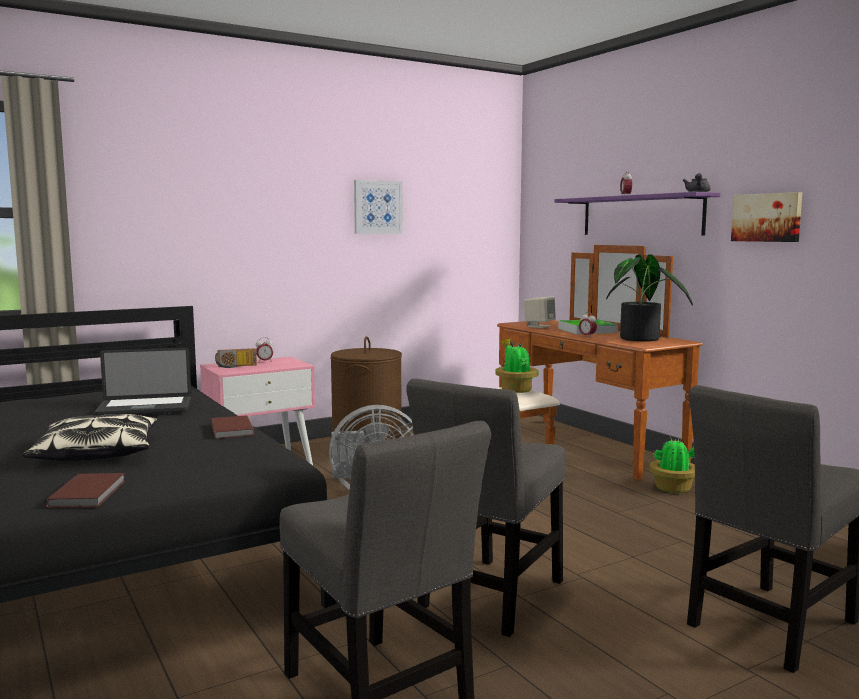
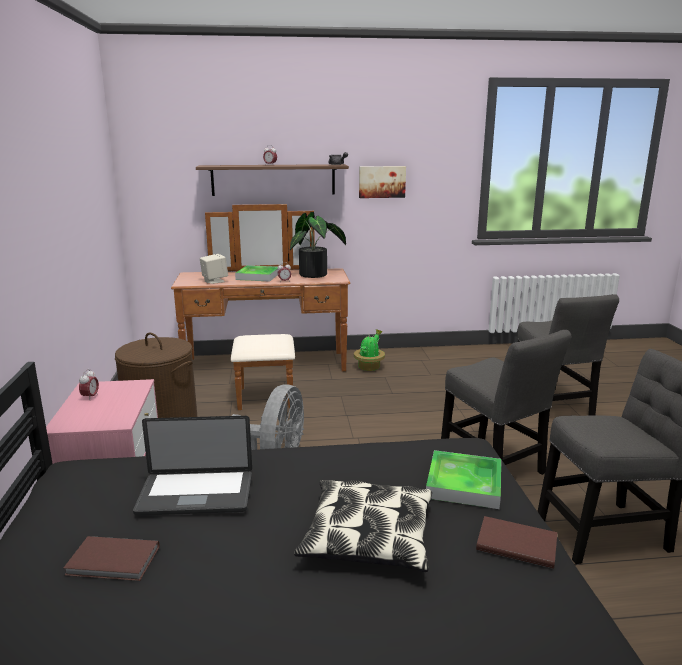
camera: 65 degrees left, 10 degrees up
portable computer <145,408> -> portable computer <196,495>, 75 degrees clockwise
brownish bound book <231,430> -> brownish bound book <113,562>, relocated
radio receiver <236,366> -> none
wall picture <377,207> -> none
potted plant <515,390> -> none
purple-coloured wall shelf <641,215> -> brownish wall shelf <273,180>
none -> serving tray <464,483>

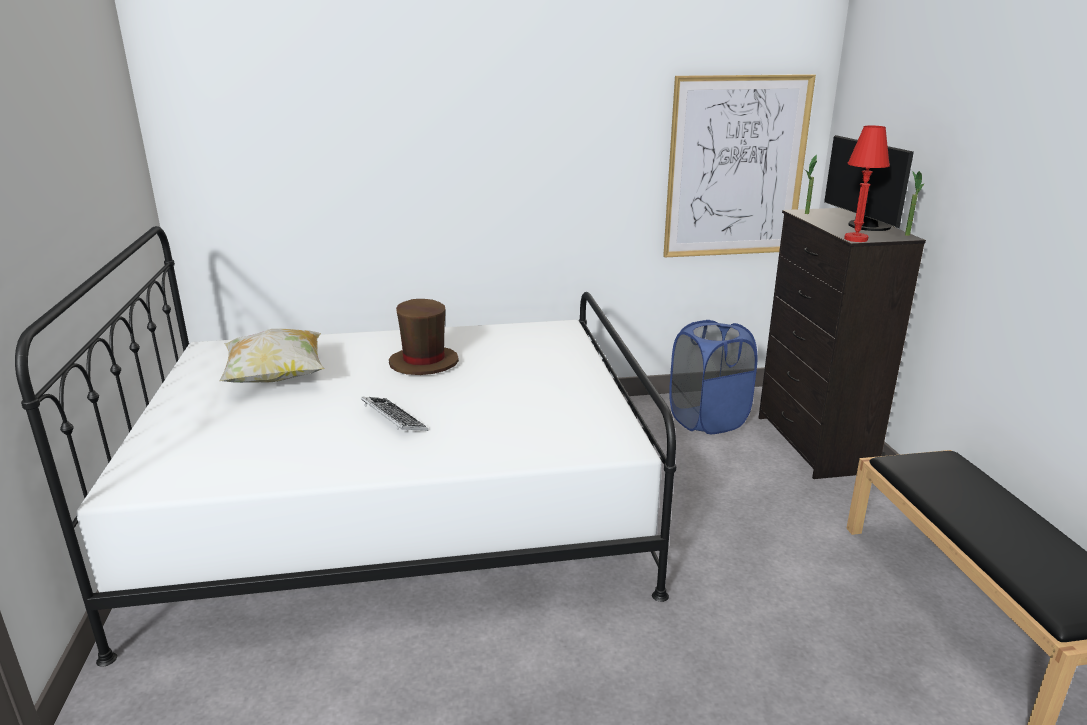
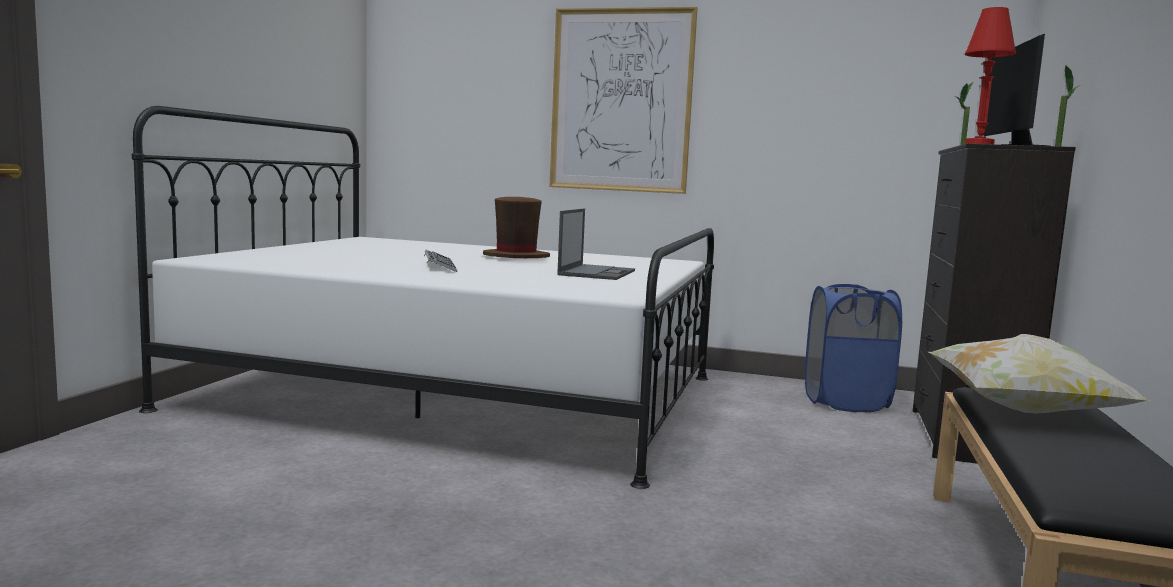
camera: 25 degrees right, 15 degrees down
pillow <276,378> -> pillow <1022,411>, relocated
wall picture <735,168> -> wall picture <621,101>, relocated
none -> portable computer <597,273>

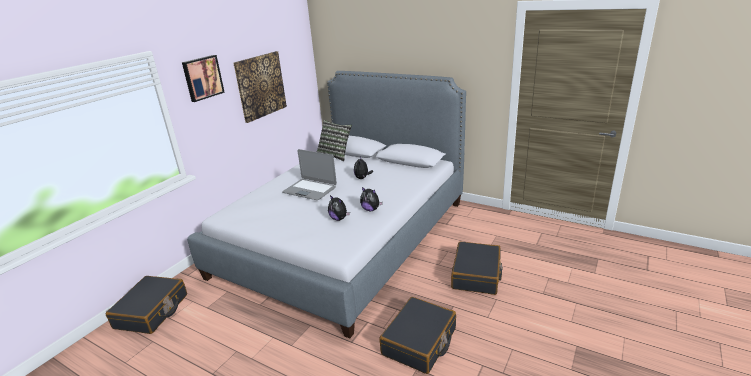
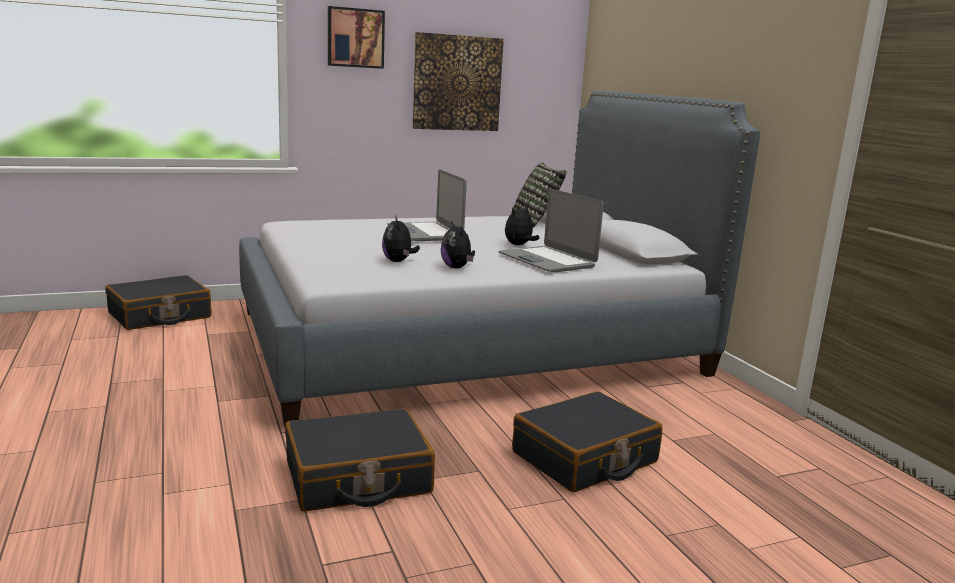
camera: 35 degrees right, 10 degrees down
none -> portable computer <547,260>

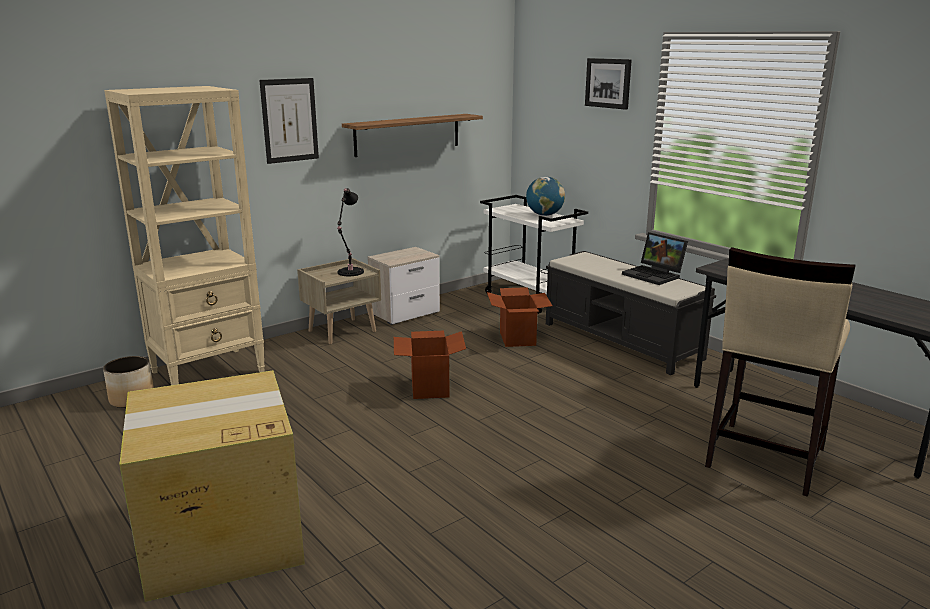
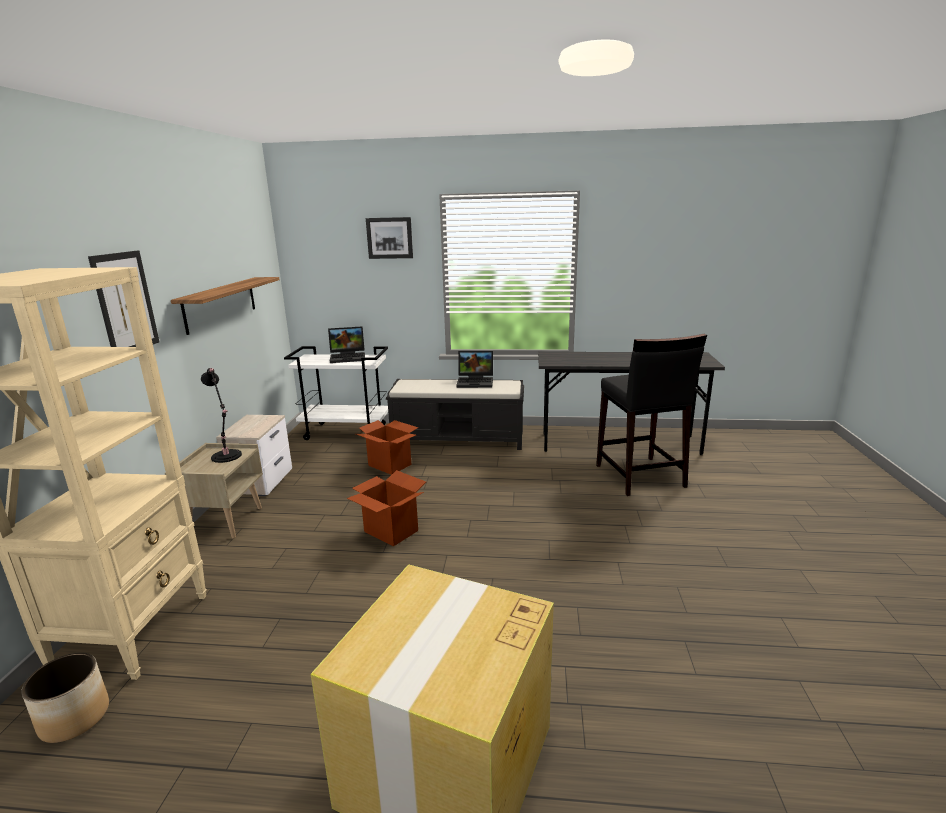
camera: 45 degrees left, 0 degrees up
desk globe <544,215> -> portable computer <349,357>
beige-coloured sitting stool <764,457> -> black sitting stool <639,476>

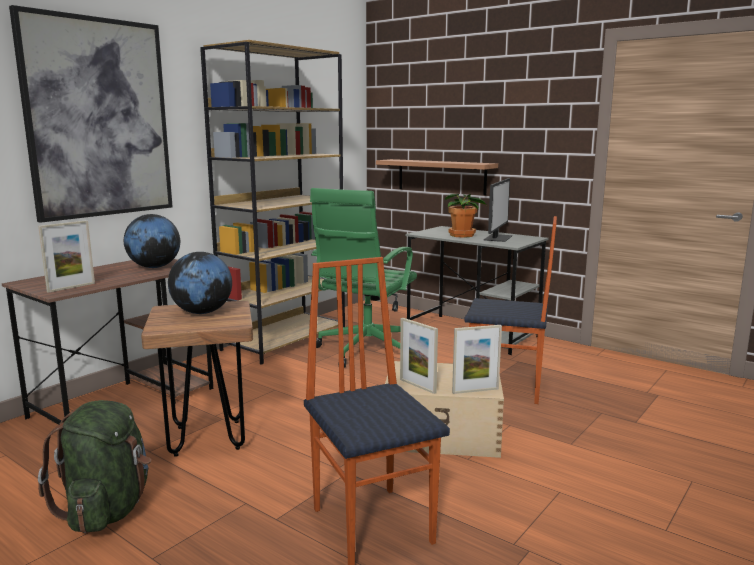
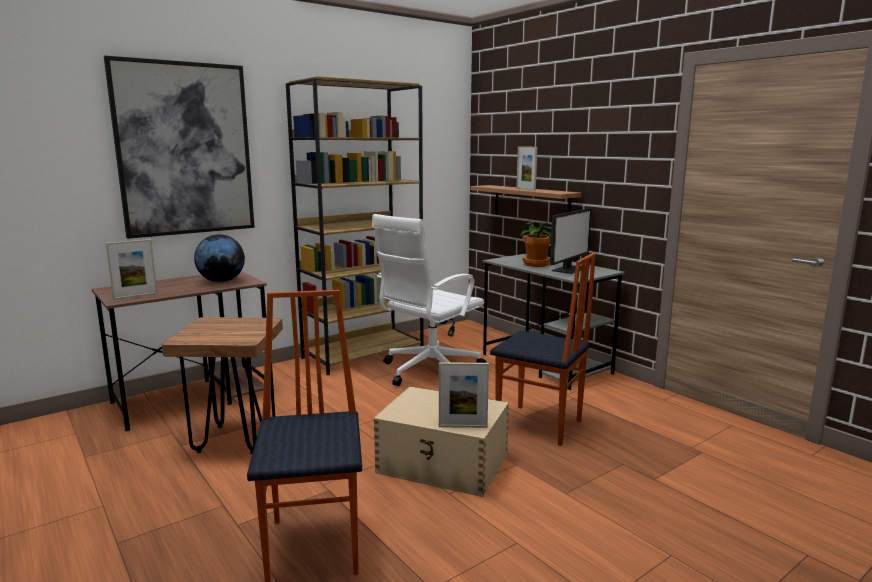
camera: 15 degrees right, 0 degrees up
green rucksack <107,509> -> none
desk globe <202,312> -> none
green office chair <365,351> -> white office chair <429,371>
standing frame <417,386> -> standing frame <525,189>, relocated

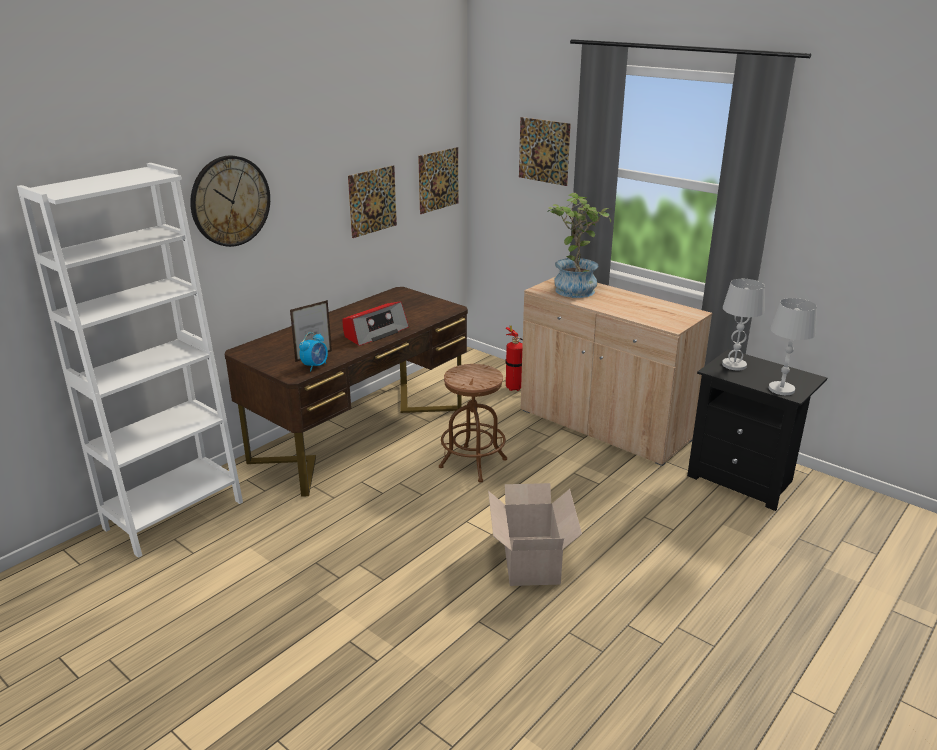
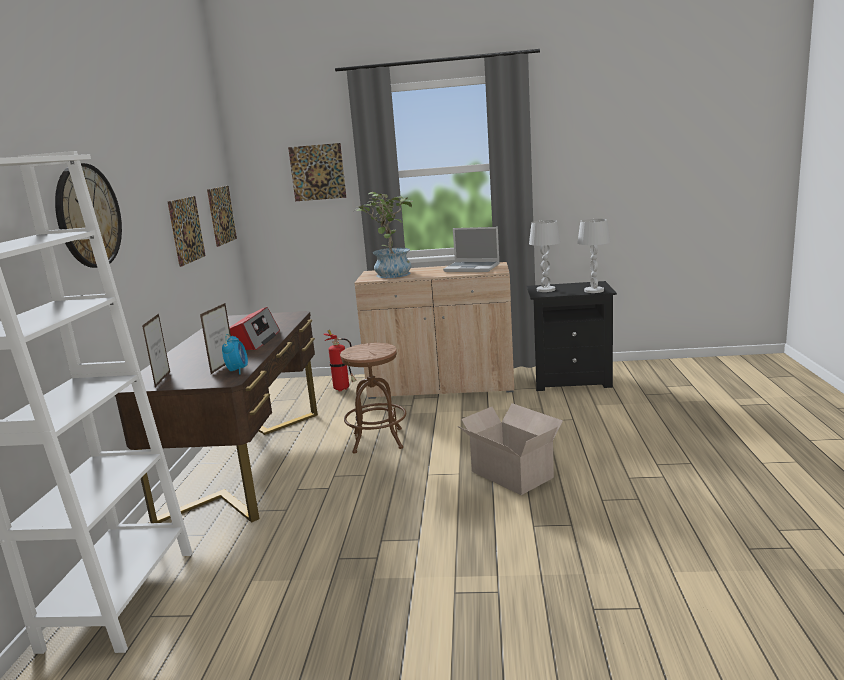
camera: 35 degrees left, 10 degrees down
none -> standing frame <163,379>
none -> portable computer <473,268>

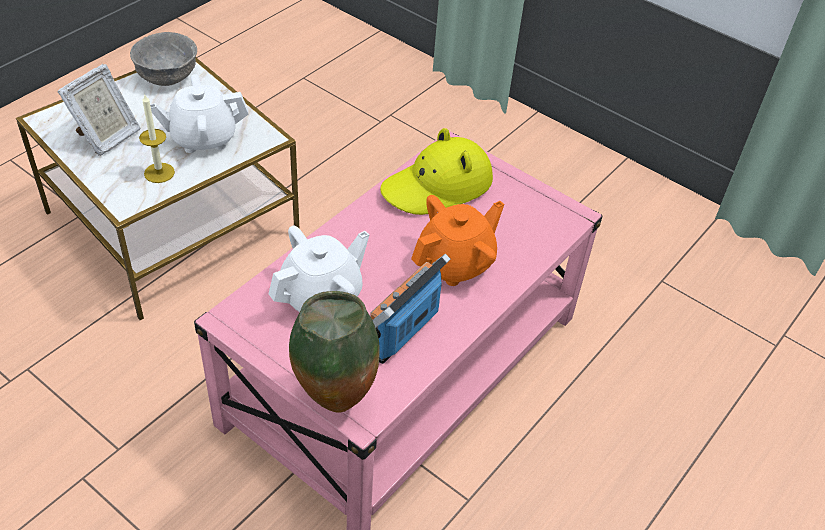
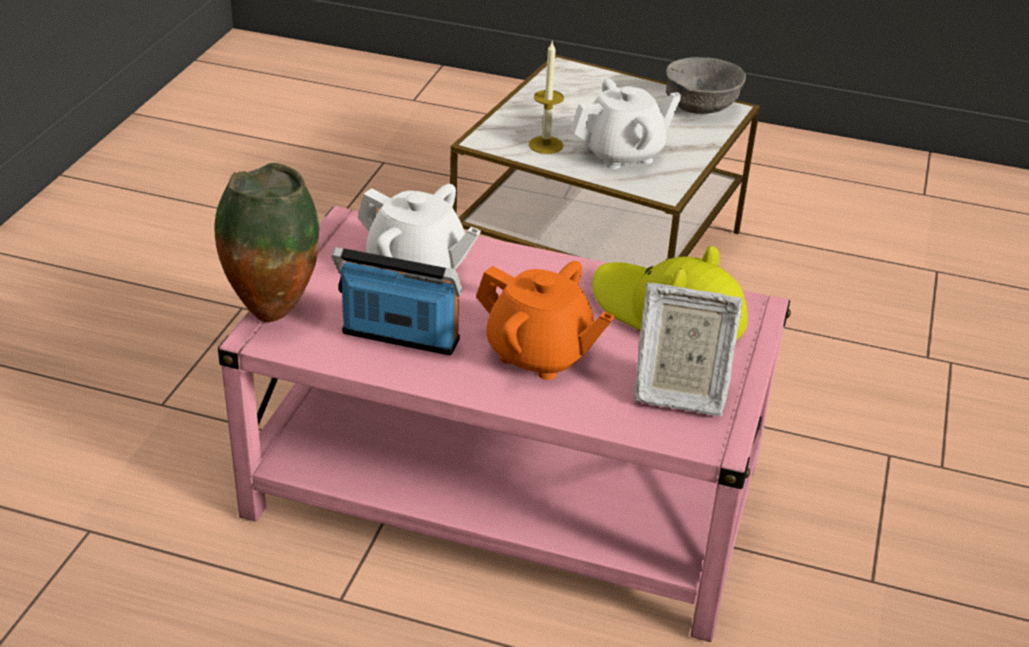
camera: 70 degrees right, 10 degrees down
standing frame <106,137> -> standing frame <678,392>, relocated
white tea pot <203,138> -> white tea pot <623,154>, 105 degrees clockwise

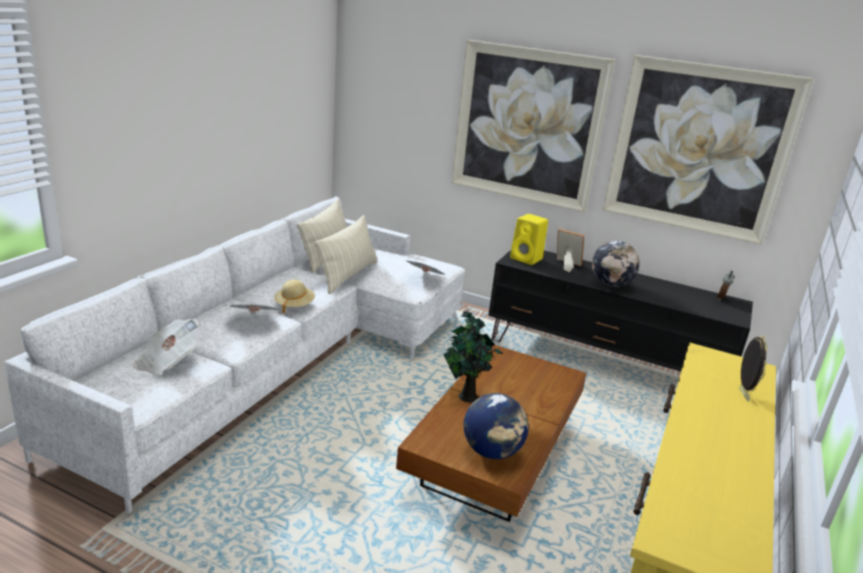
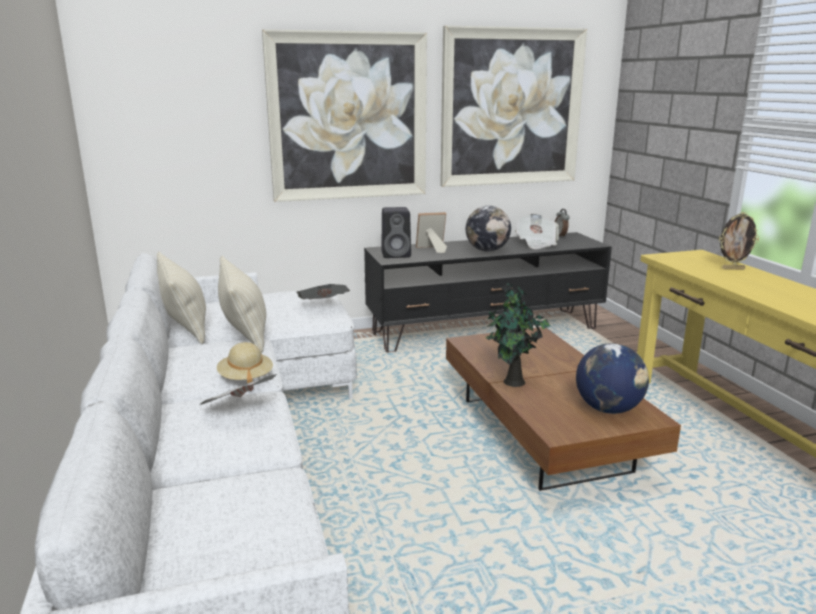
camera: 40 degrees left, 5 degrees down
newspaper <168,361> -> newspaper <536,243>, relocated
yellow-coloured loudspeaker <527,259> -> black loudspeaker <397,254>
standing frame <742,394> -> standing frame <733,269>, 135 degrees clockwise

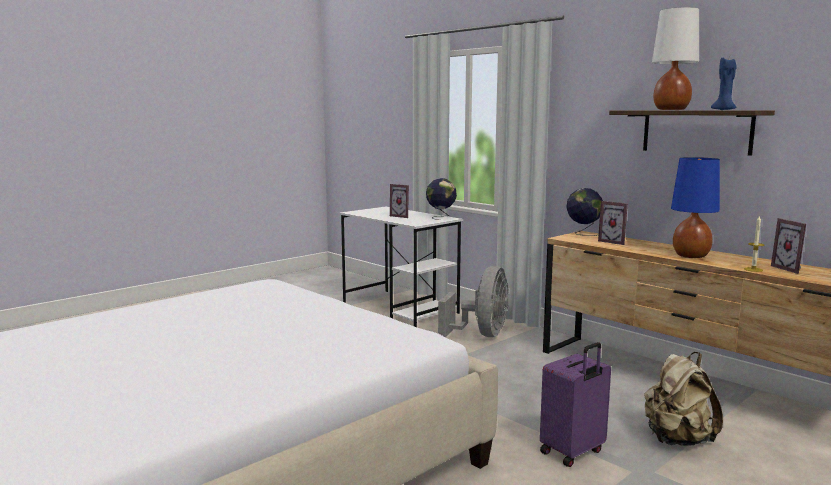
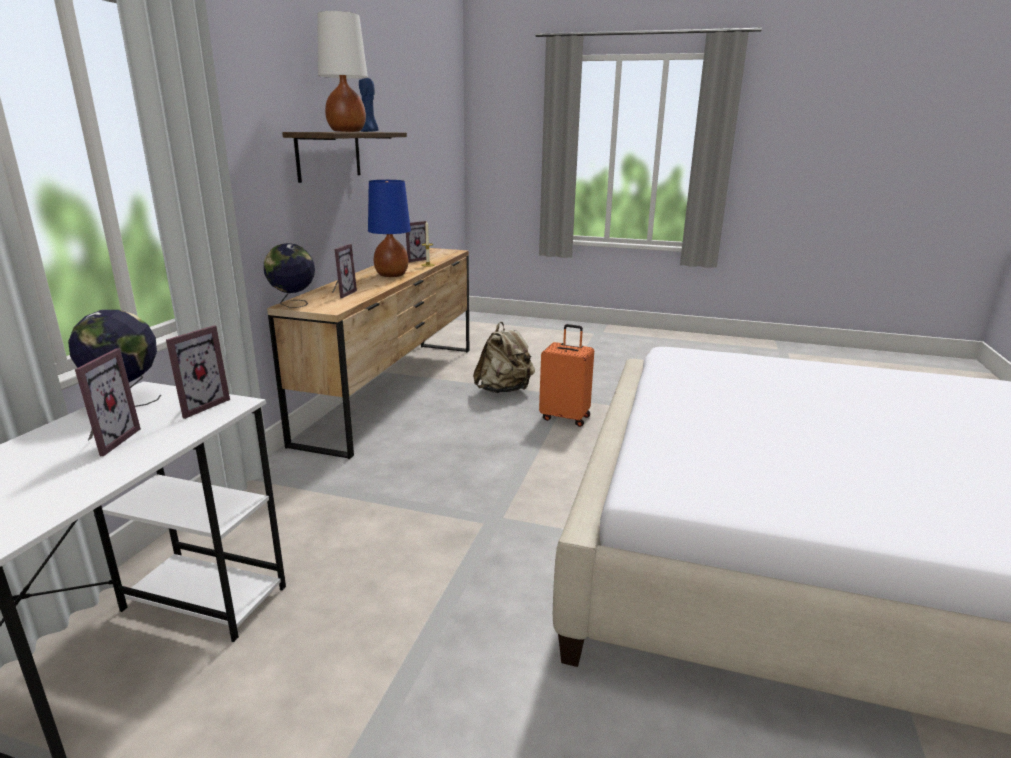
camera: 120 degrees left, 10 degrees up
grey electric fan <481,335> -> none
purple-coloured piece of luggage <573,452> -> orange piece of luggage <565,417>
none -> standing frame <197,406>

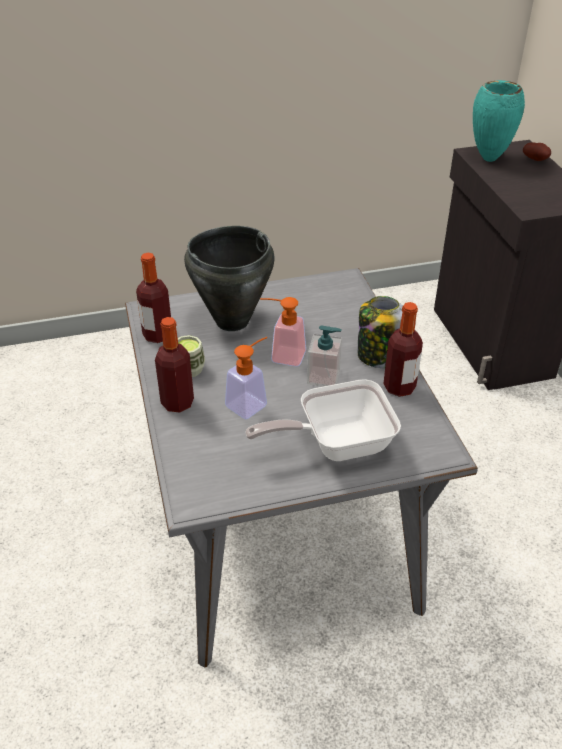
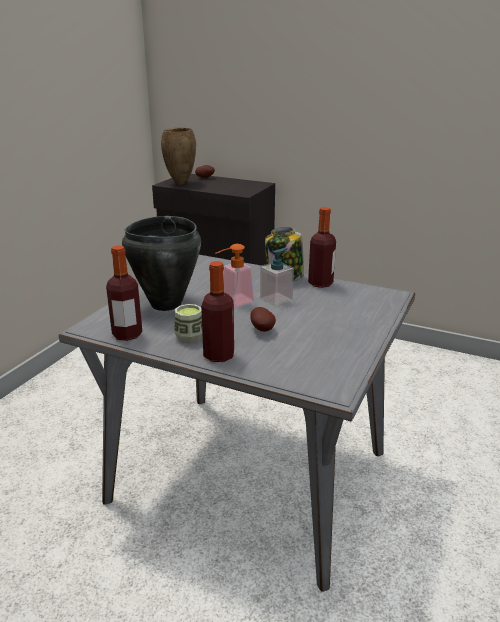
camera: 50 degrees left, 15 degrees down
liquid soap bottle <251,402> -> spud <263,330>
pan <336,444> -> none
turquoise decorative vase <488,159> -> brownish decorative vase <180,183>

